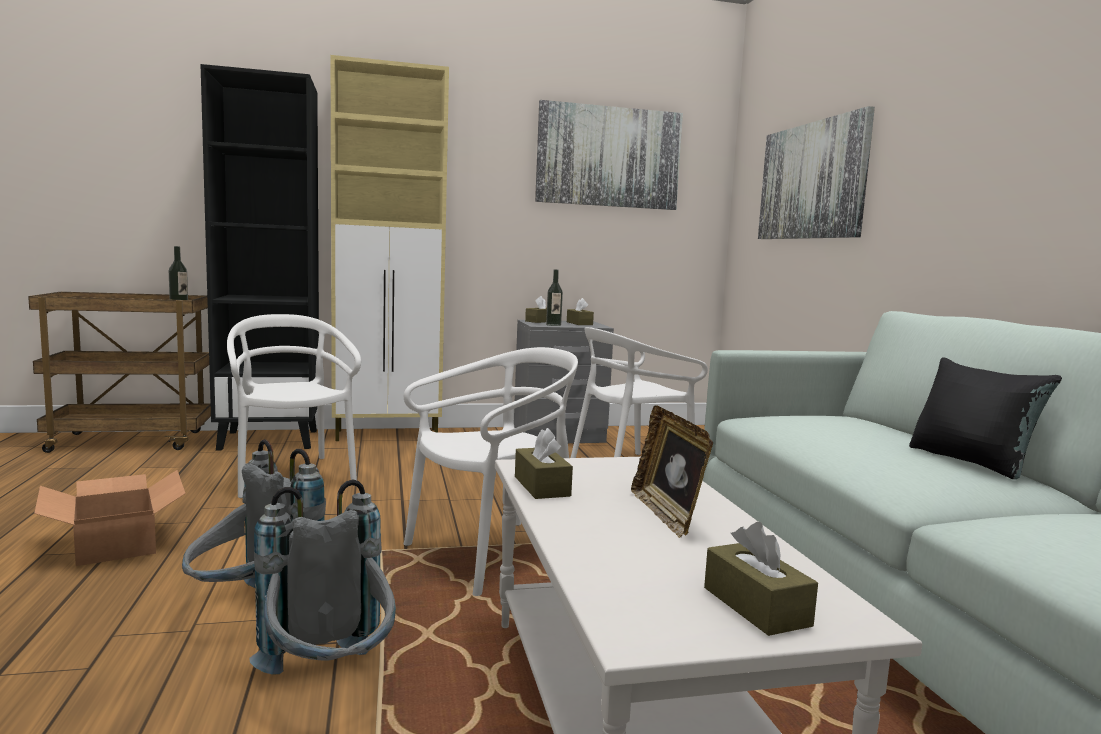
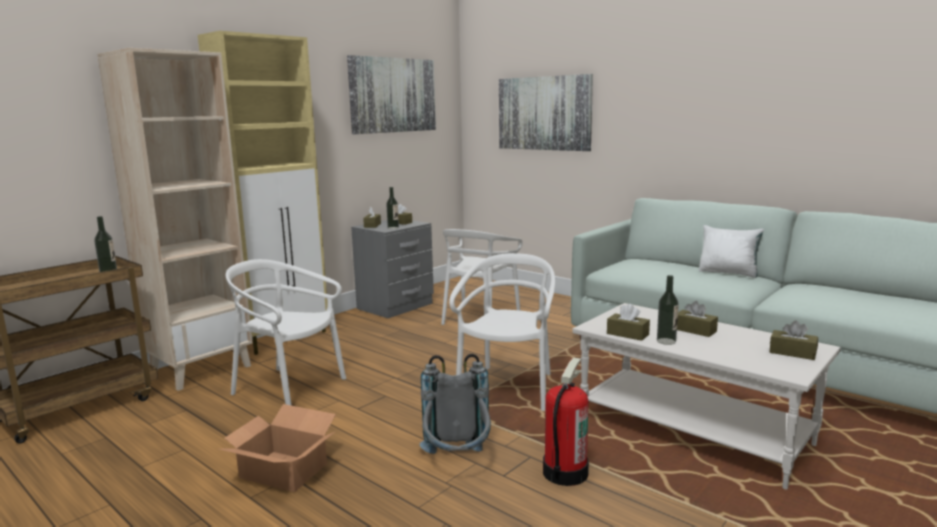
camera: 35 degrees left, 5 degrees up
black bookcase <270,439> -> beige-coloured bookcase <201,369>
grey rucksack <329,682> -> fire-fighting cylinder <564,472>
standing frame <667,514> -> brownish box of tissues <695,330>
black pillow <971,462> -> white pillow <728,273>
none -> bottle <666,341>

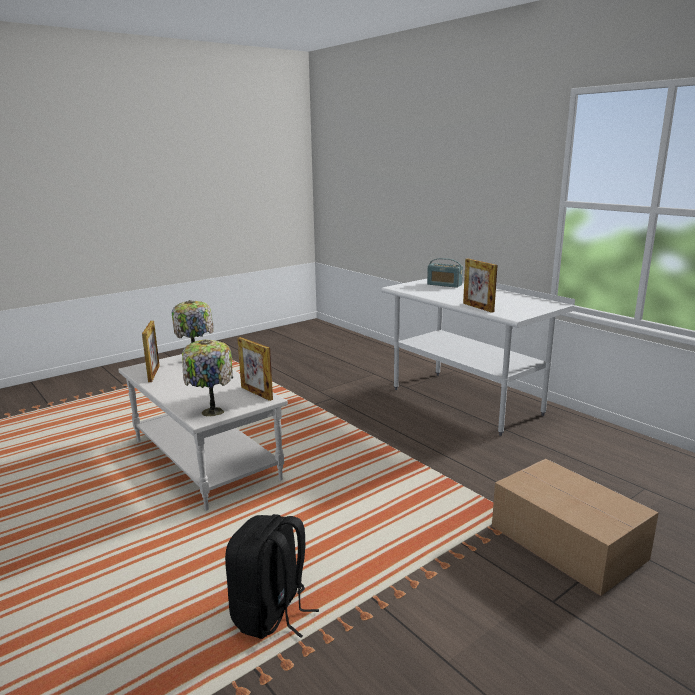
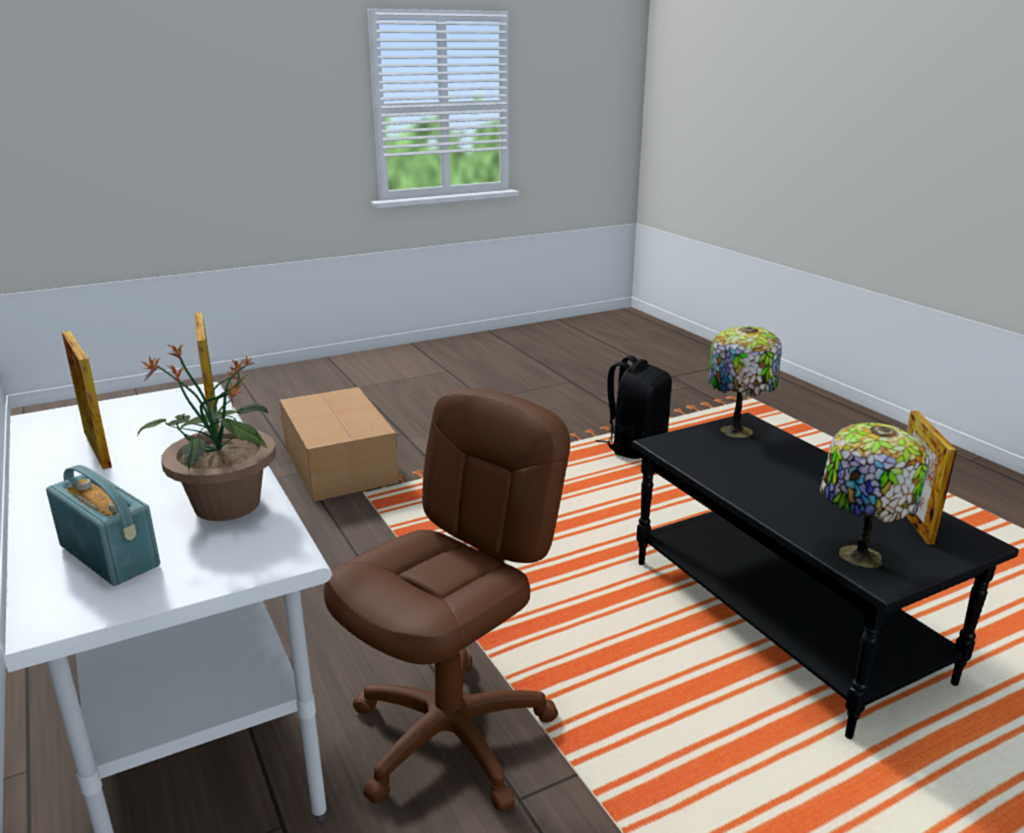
camera: 170 degrees left, 5 degrees up
white lounge table <203,459> -> black lounge table <784,618>
standing frame <256,393> -> standing frame <97,449>, relocated
none -> potted plant <226,506>
none -> brownish office chair <452,735>

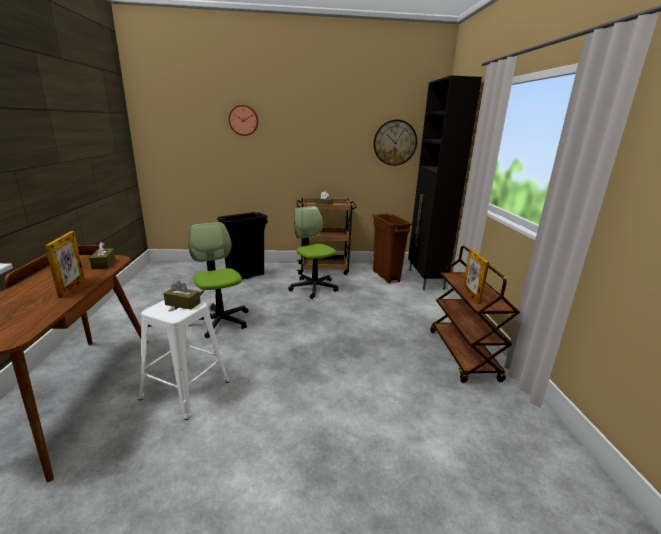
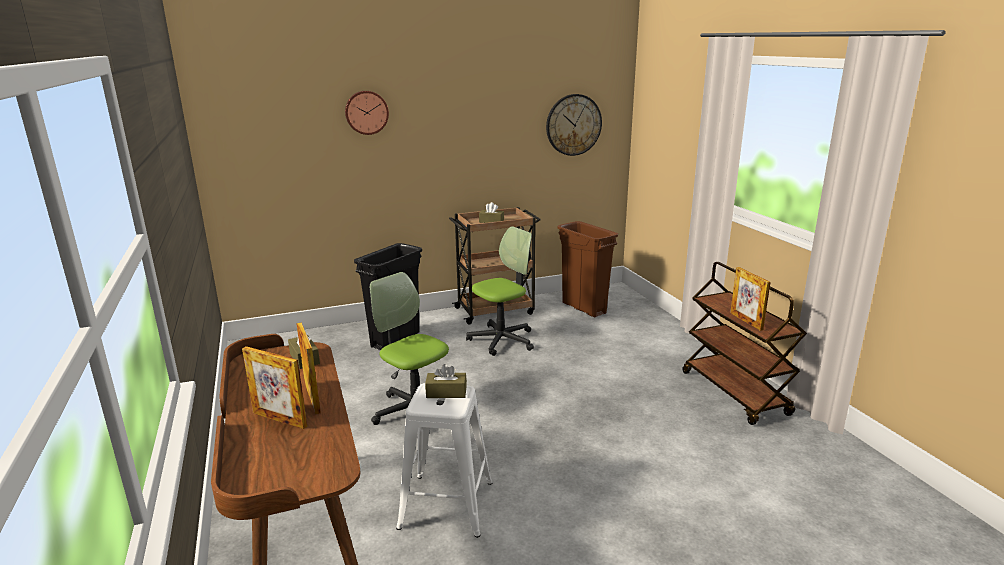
camera: 15 degrees left, 0 degrees up
office chair <313,287> -> office chair <502,340>, 105 degrees clockwise
black cupboard <425,279> -> none
none -> standing frame <279,419>

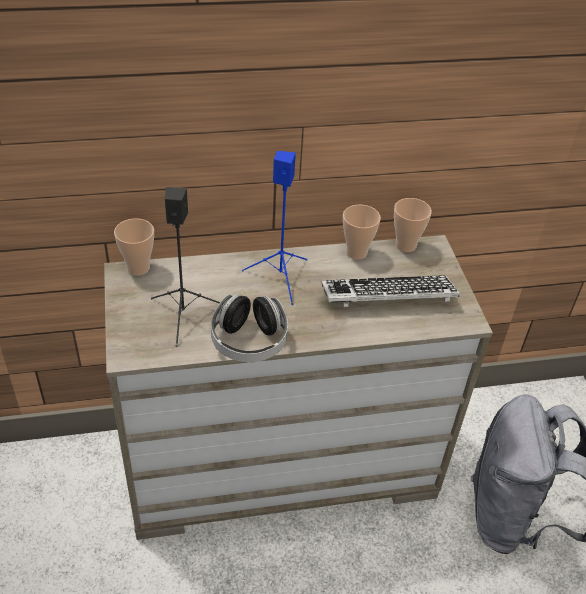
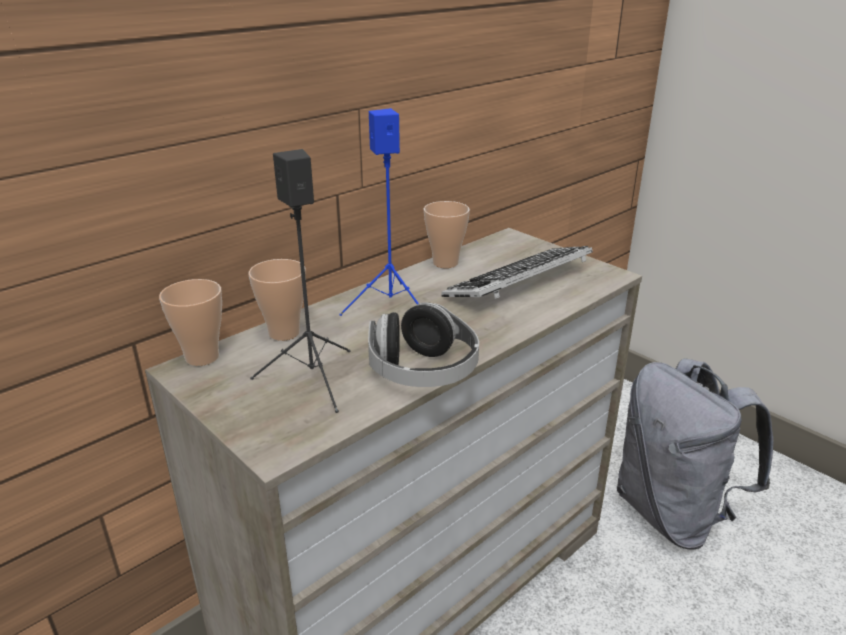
camera: 30 degrees left, 15 degrees down
drinking cup <405,245> -> drinking cup <284,333>, relocated

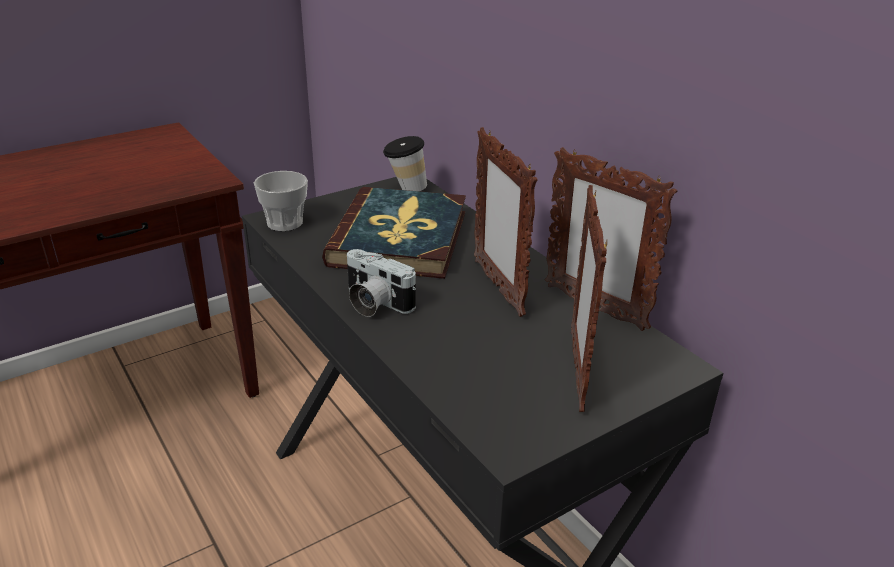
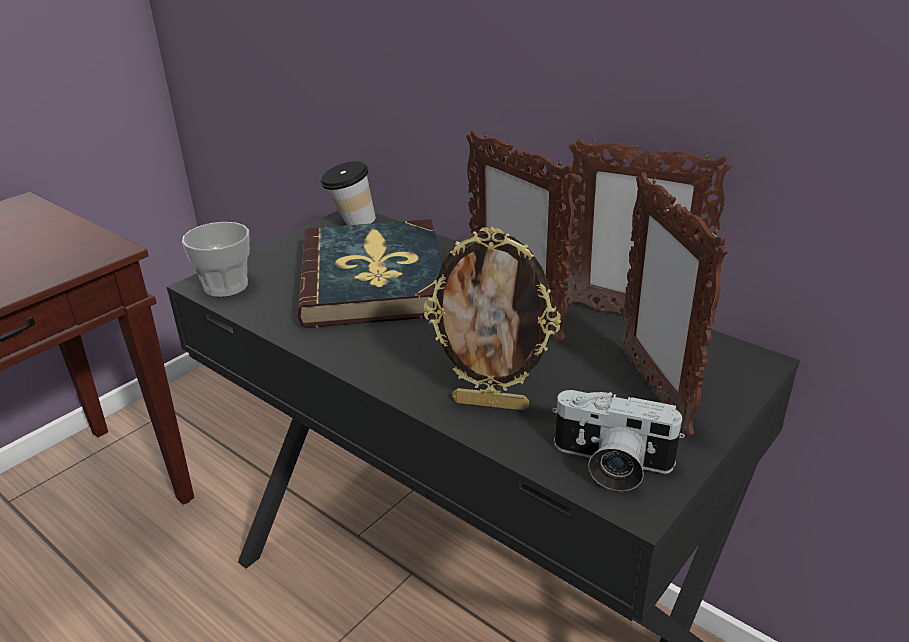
camera: 15 degrees left, 0 degrees up
still camera <374,303> -> still camera <610,465>, relocated
none -> standing frame <491,403>

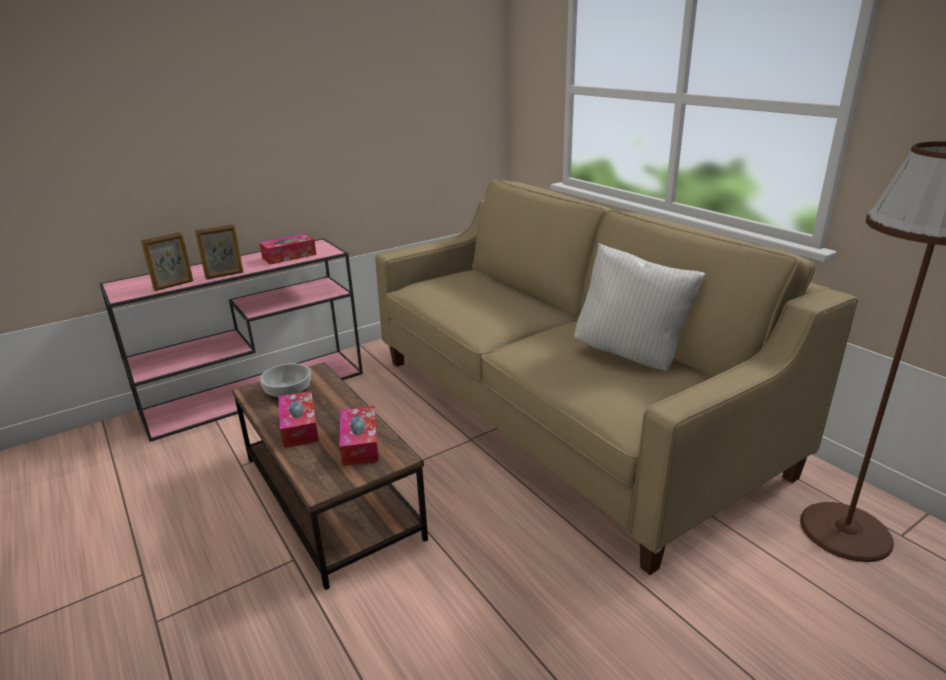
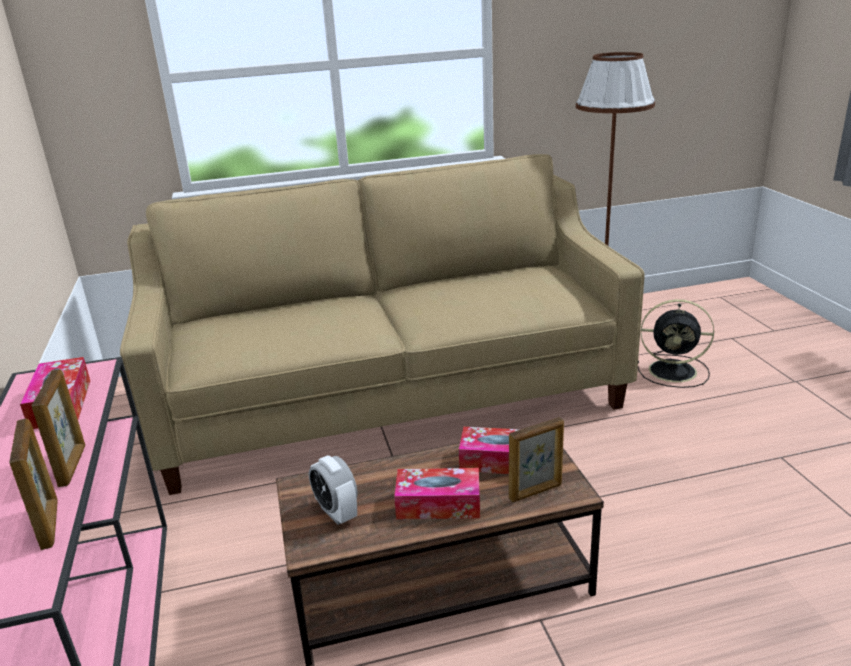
camera: 70 degrees left, 0 degrees up
serving bowl <288,391> -> alarm clock <336,512>
white pillow <631,355> -> none
none -> standing frame <536,492>
none -> black electric fan <675,371>

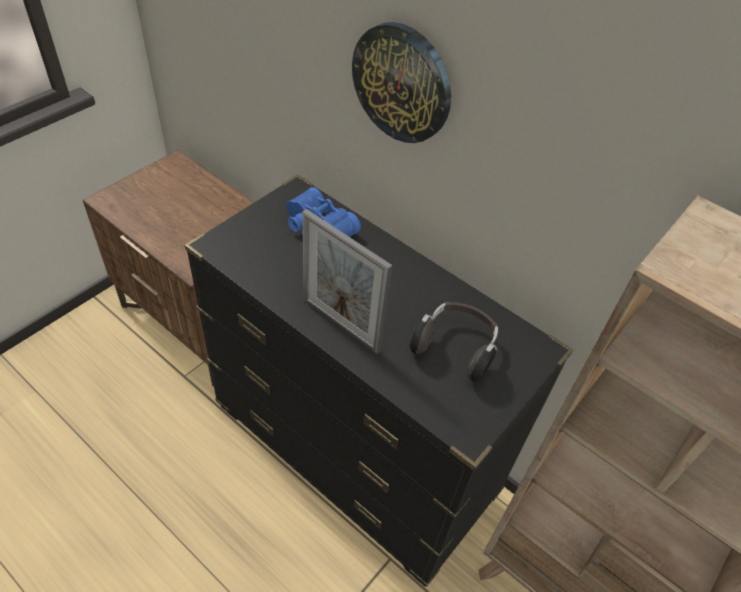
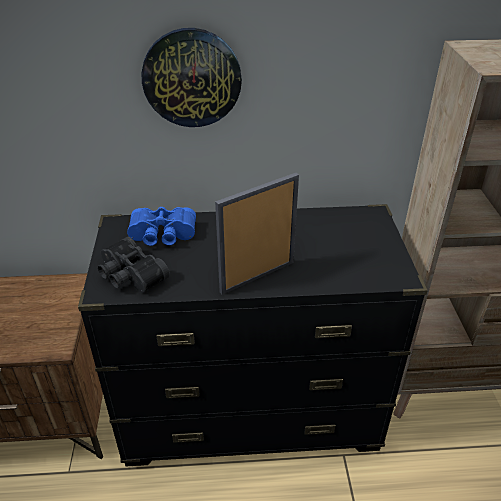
camera: 40 degrees left, 10 degrees down
standing frame <340,325> -> standing frame <257,277>, 150 degrees clockwise
headphones <455,348> -> none
none -> black binoculars <129,275>

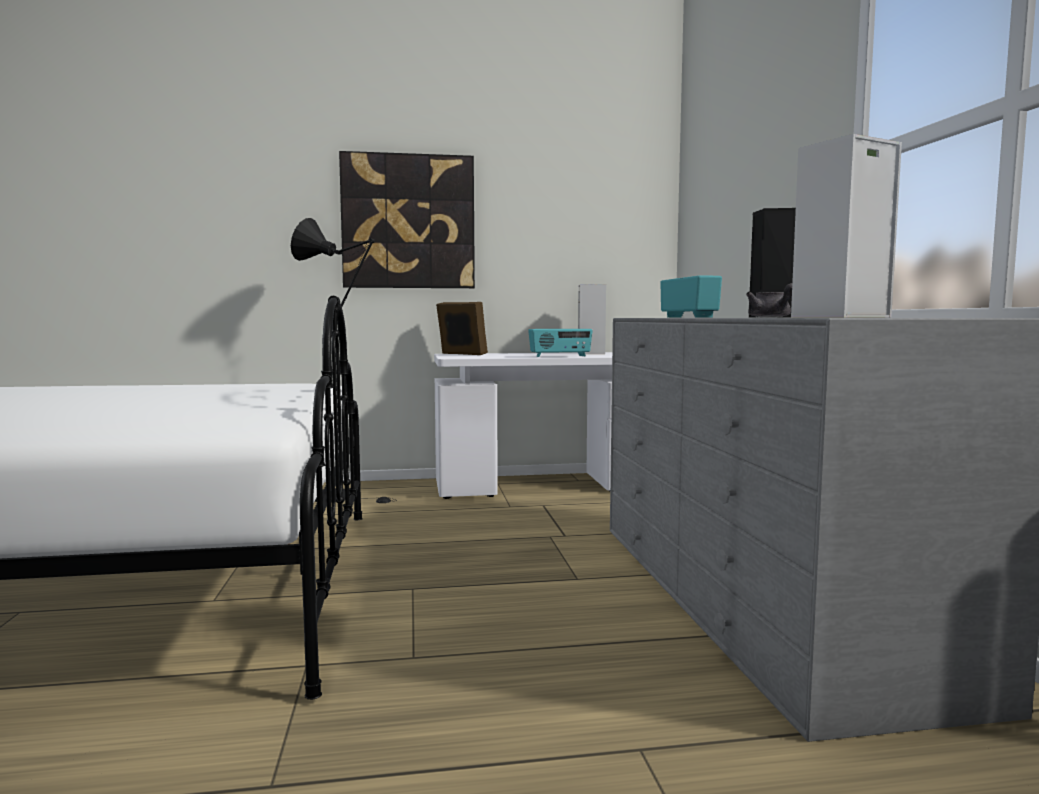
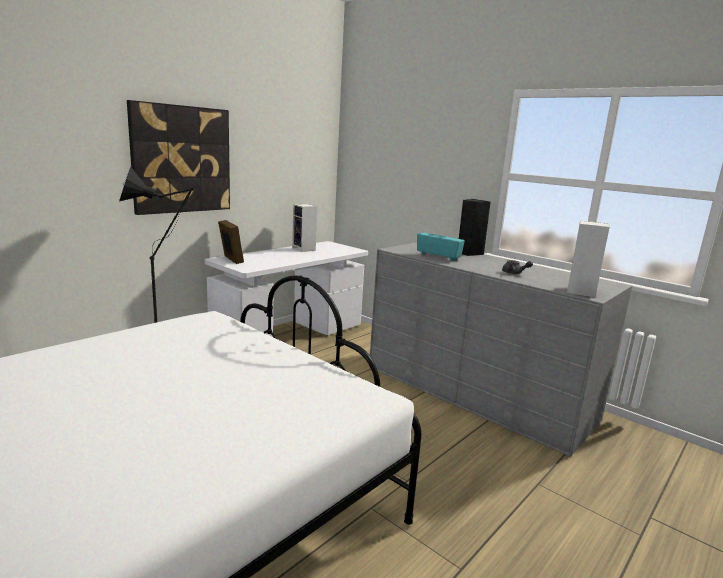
camera: 40 degrees left, 10 degrees up
standing frame <461,354> -> standing frame <231,260>, 60 degrees clockwise
radio receiver <560,356> -> none

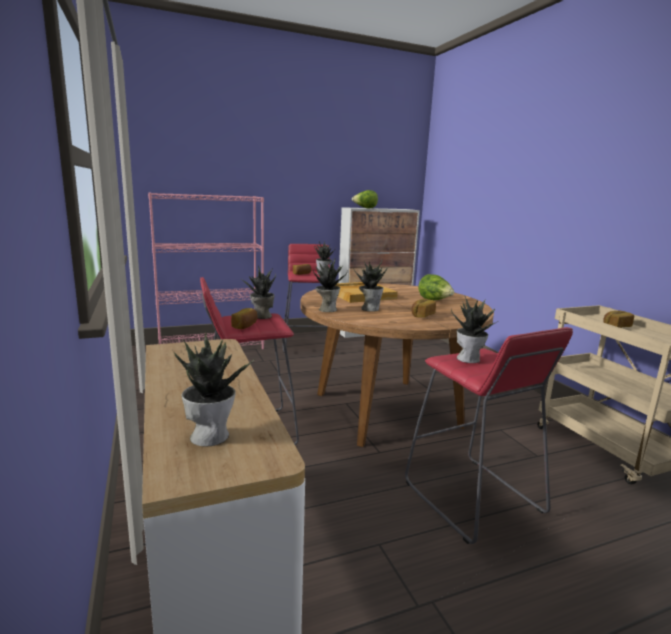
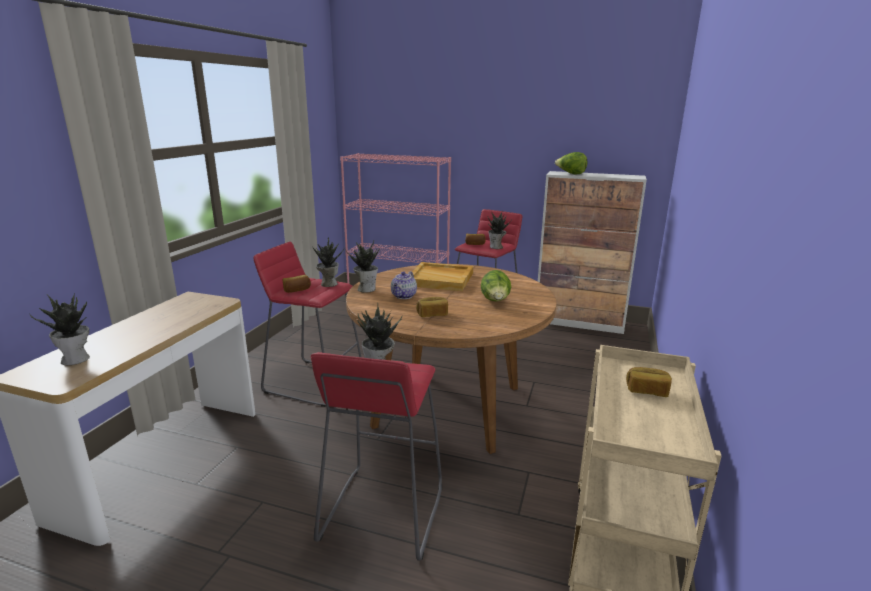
camera: 40 degrees right, 5 degrees up
potted plant <369,309> -> tea pot <404,296>

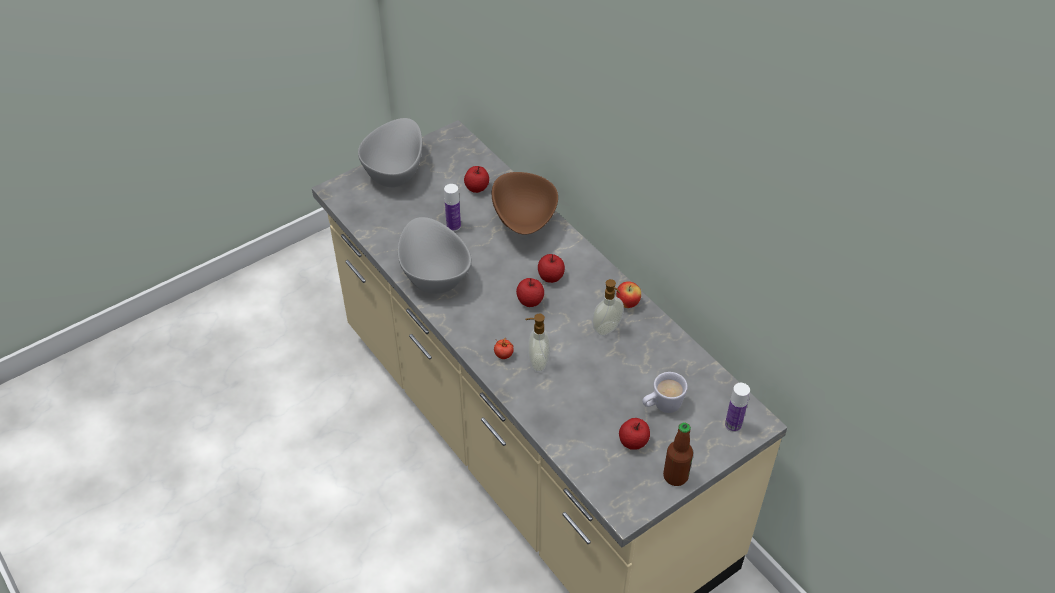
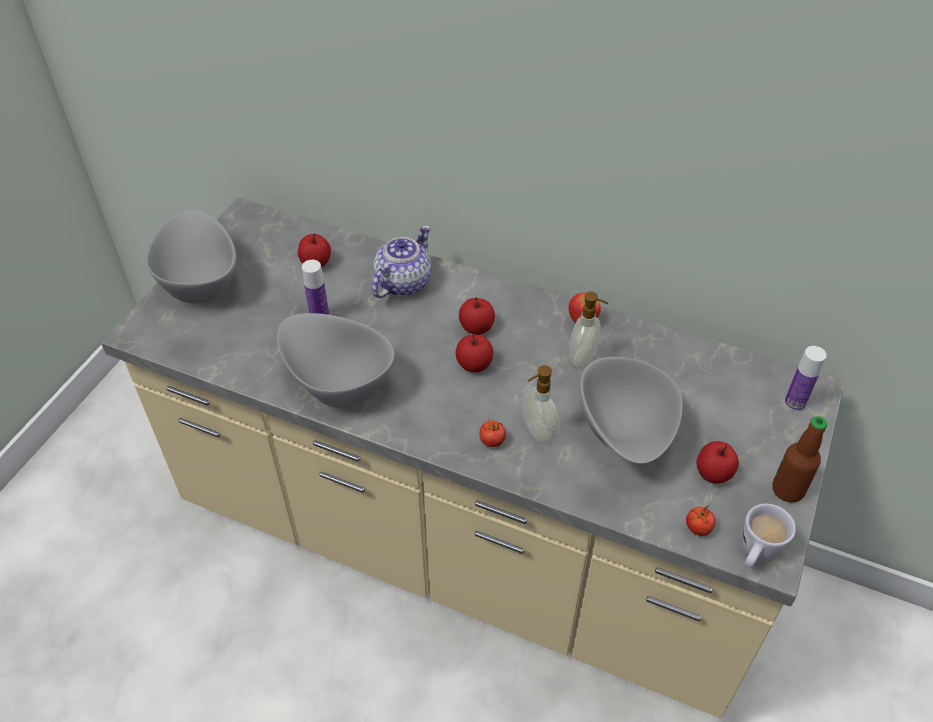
camera: 30 degrees left, 0 degrees up
brownish serving bowl <524,225> -> tea pot <402,283>
white tea mug <661,406> -> white tea mug <756,554>, relocated
none -> grey serving bowl <624,436>
none -> fresh tomato <698,528>

